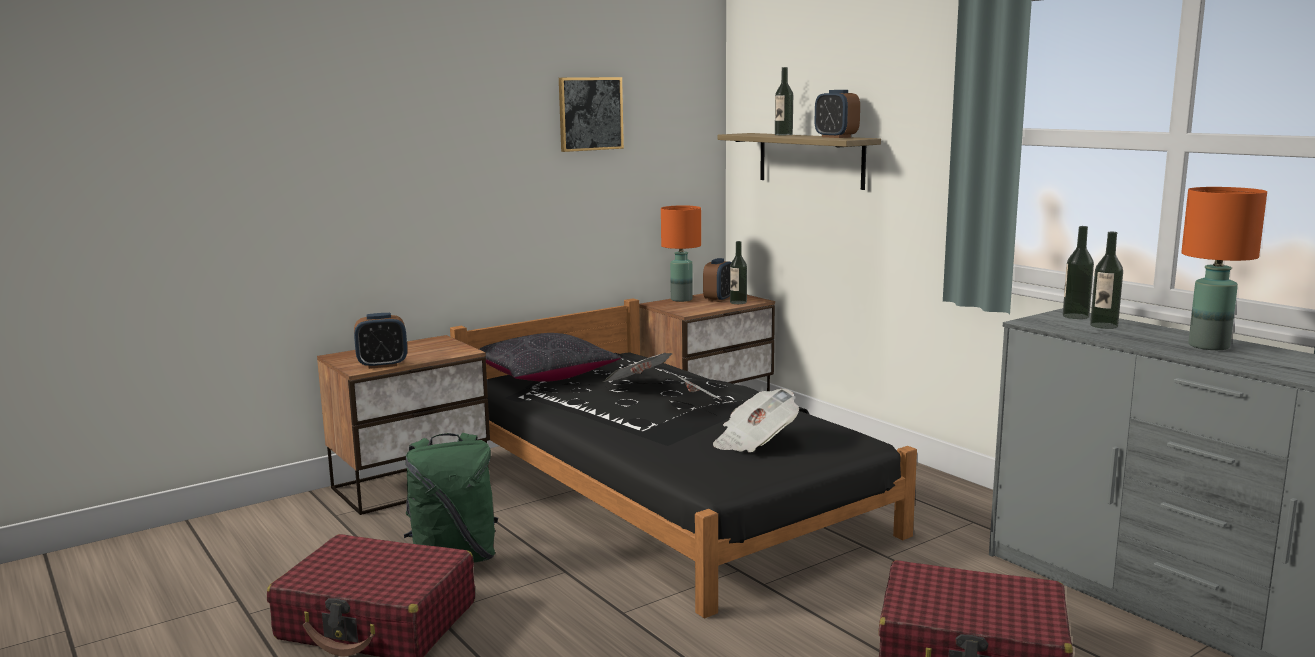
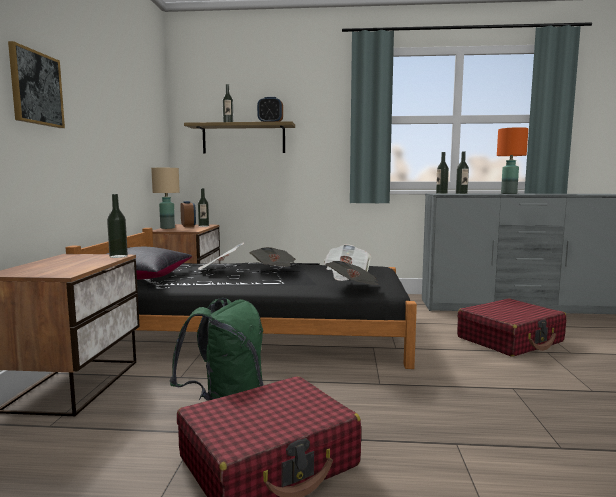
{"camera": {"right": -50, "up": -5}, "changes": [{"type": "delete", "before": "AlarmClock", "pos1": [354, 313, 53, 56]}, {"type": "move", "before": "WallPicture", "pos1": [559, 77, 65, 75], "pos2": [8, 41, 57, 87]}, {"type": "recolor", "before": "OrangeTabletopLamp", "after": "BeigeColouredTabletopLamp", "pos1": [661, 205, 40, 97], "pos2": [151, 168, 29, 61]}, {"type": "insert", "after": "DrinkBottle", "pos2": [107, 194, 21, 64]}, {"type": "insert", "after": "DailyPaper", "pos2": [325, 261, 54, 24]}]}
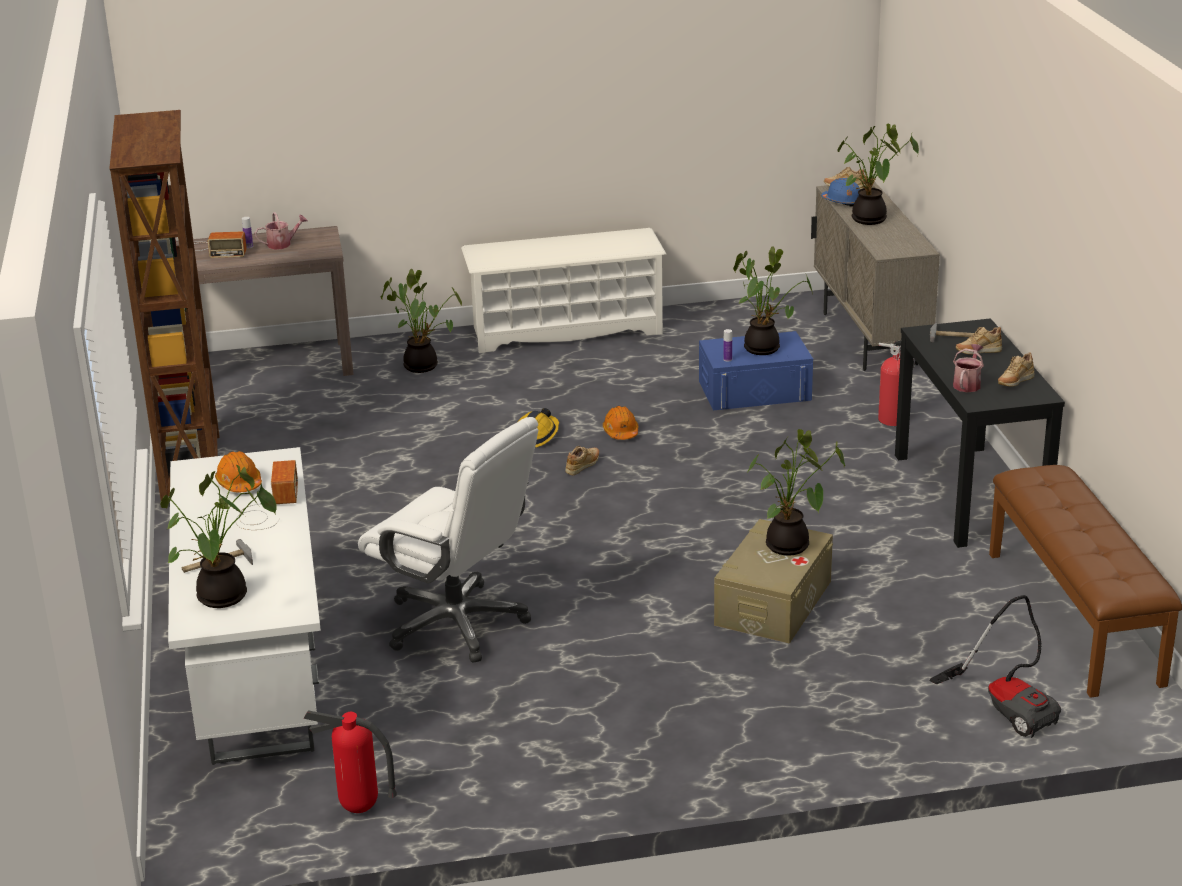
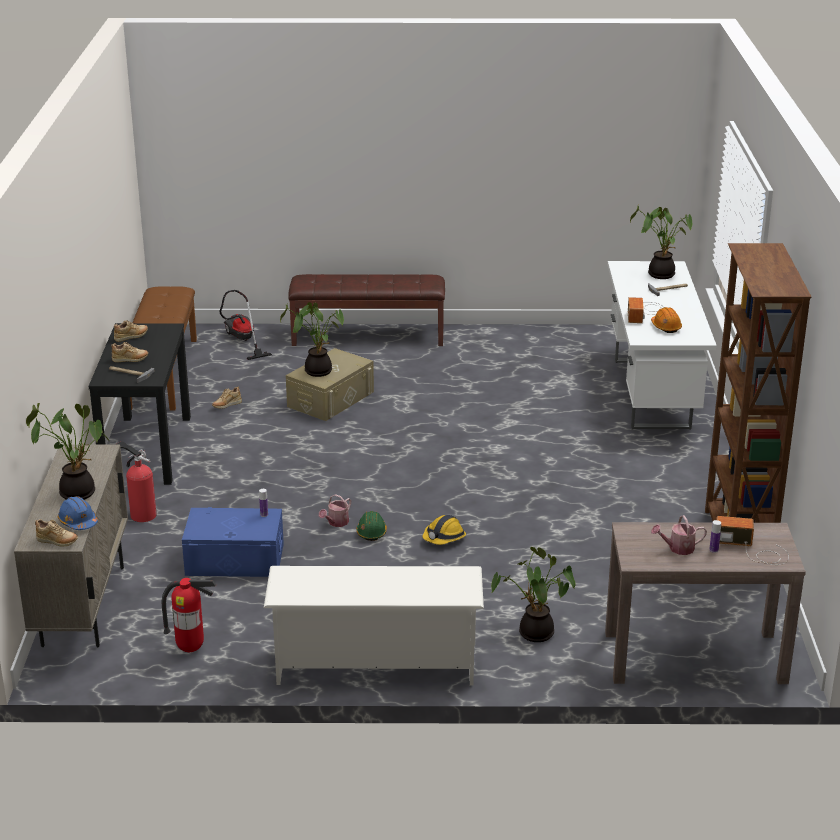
{"camera": {"right": -170, "up": 0}, "changes": [{"type": "move", "before": "Extinguisher", "pos1": [304, 710, 93, 103], "pos2": [162, 578, 54, 74]}, {"type": "delete", "before": "WhiteColouredOfficeChair", "pos1": [358, 417, 180, 246]}, {"type": "move", "before": "BeigeColouredShoe", "pos1": [566, 446, 33, 29], "pos2": [212, 386, 30, 23]}, {"type": "recolor", "before": "OrangeHardHat", "after": "GreenishHardHat", "pos1": [603, 406, 36, 34], "pos2": [356, 511, 31, 30]}, {"type": "delete", "before": "PlantInAPot", "pos1": [733, 246, 80, 109]}, {"type": "move", "before": "SprinklingCan", "pos1": [953, 344, 31, 49], "pos2": [319, 494, 32, 33]}, {"type": "insert", "after": "BrownLongSeat", "pos2": [288, 274, 157, 72]}]}
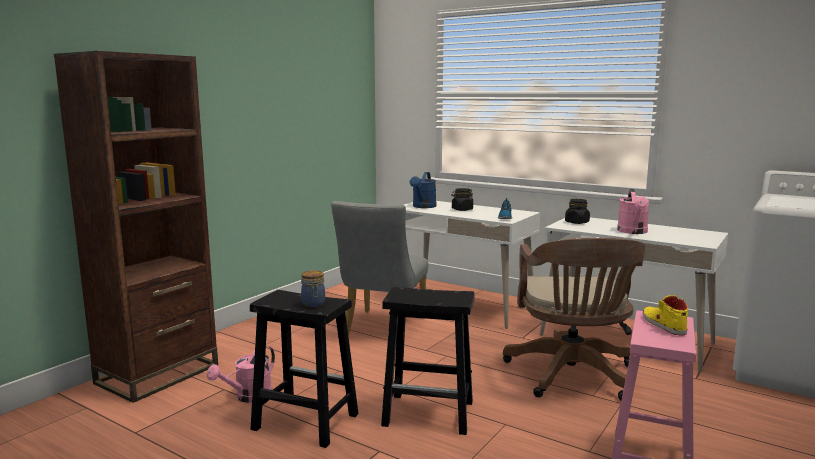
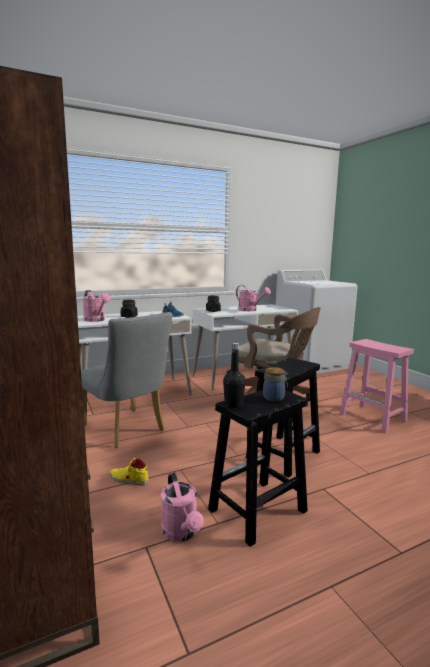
{"camera": {"right": -60, "up": 0}, "changes": [{"type": "recolor", "before": "BlueSprinklingCan", "after": "PinkSprinklingCan", "pos1": [410, 172, 26, 36], "pos2": [82, 290, 29, 32]}, {"type": "move", "before": "YellowShoe", "pos1": [643, 295, 45, 41], "pos2": [110, 457, 39, 29]}, {"type": "insert", "after": "BlackColouredDrinkBottle", "pos2": [223, 342, 23, 66]}]}
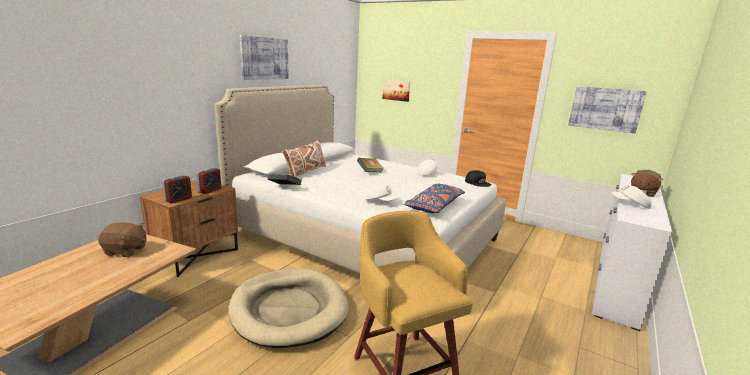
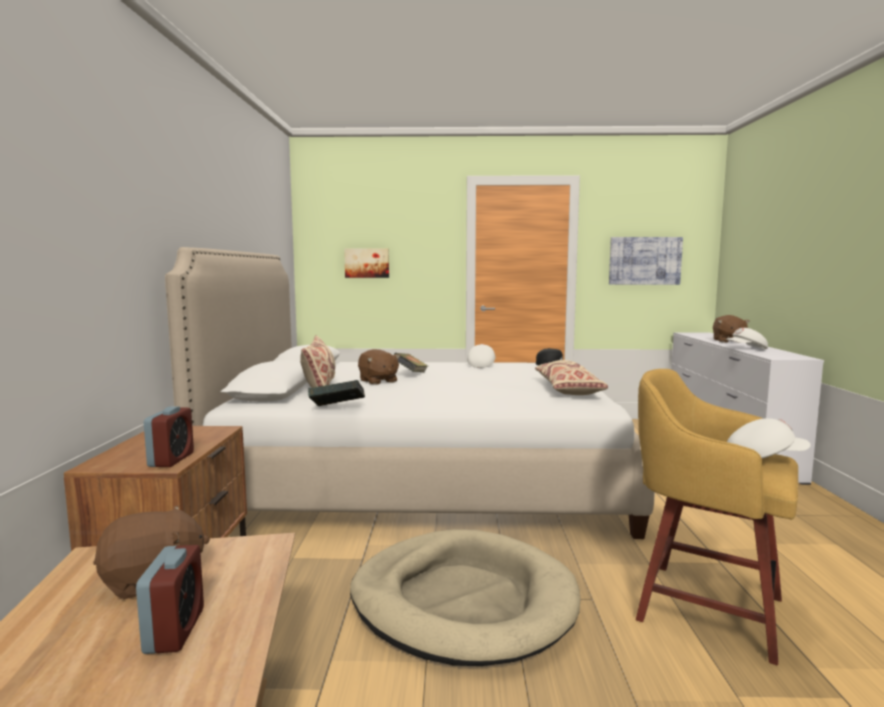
{"camera": {"right": -30, "up": -10}, "changes": [{"type": "move", "before": "AlarmClock", "pos1": [196, 168, 25, 26], "pos2": [136, 545, 68, 109]}, {"type": "delete", "before": "WallPicture", "pos1": [240, 35, 49, 45]}, {"type": "move", "before": "WhiteColouredCap", "pos1": [365, 185, 32, 16], "pos2": [727, 418, 84, 41]}, {"type": "recolor", "before": "BlueThrowPillow", "after": "BeigeColouredThrowPillow", "pos1": [404, 184, 61, 29], "pos2": [535, 360, 73, 35]}, {"type": "insert", "after": "BrownCuddlyToy", "pos2": [358, 349, 42, 36]}]}
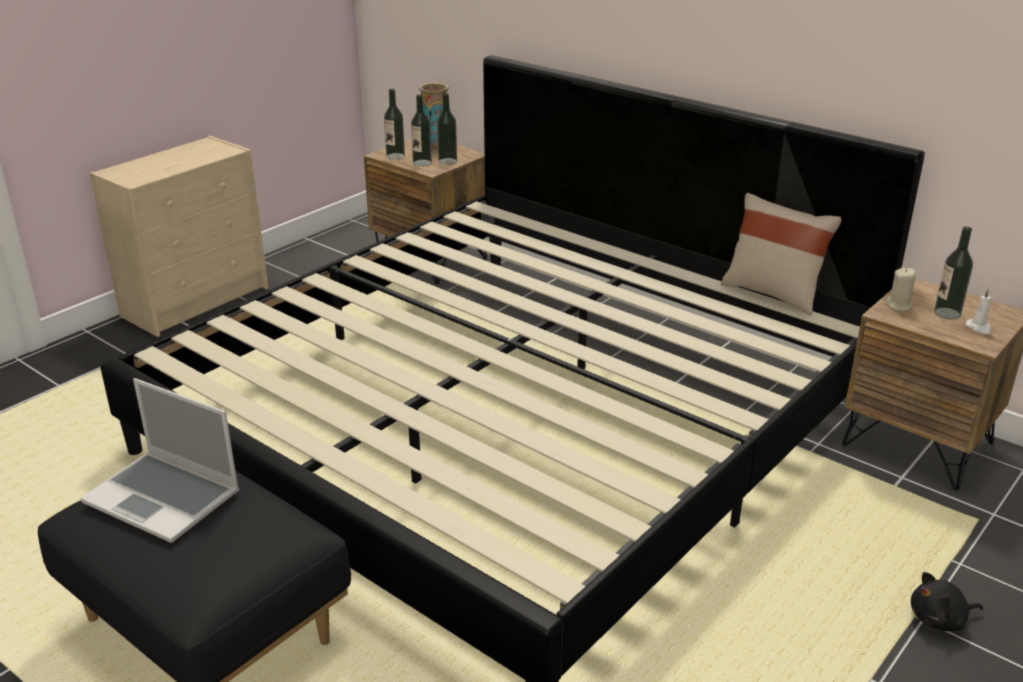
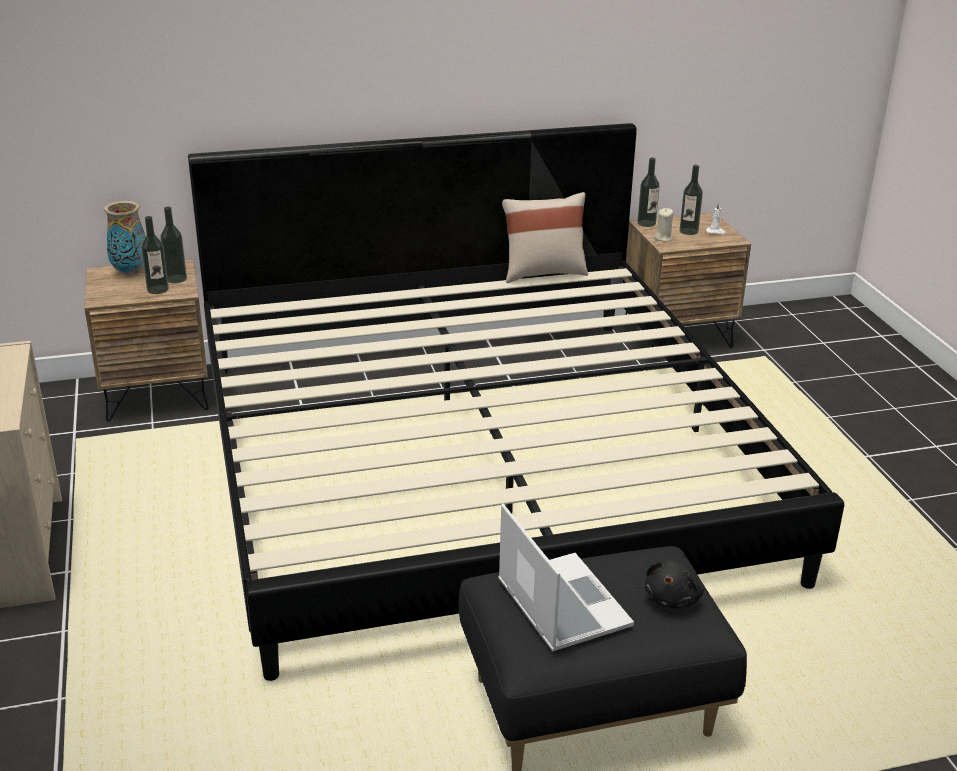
{"camera": {"right": -55, "up": 0}, "changes": [{"type": "rotate", "before": "NotebookComputer", "pos1": [80, 378, 159, 165], "pos2": [498, 504, 136, 148], "turn": -90}, {"type": "move", "before": "DrinkBottle", "pos1": [384, 89, 21, 71], "pos2": [637, 158, 23, 69]}, {"type": "move", "before": "BlackColouredCuddlyToy", "pos1": [911, 572, 72, 59], "pos2": [645, 559, 59, 49]}]}
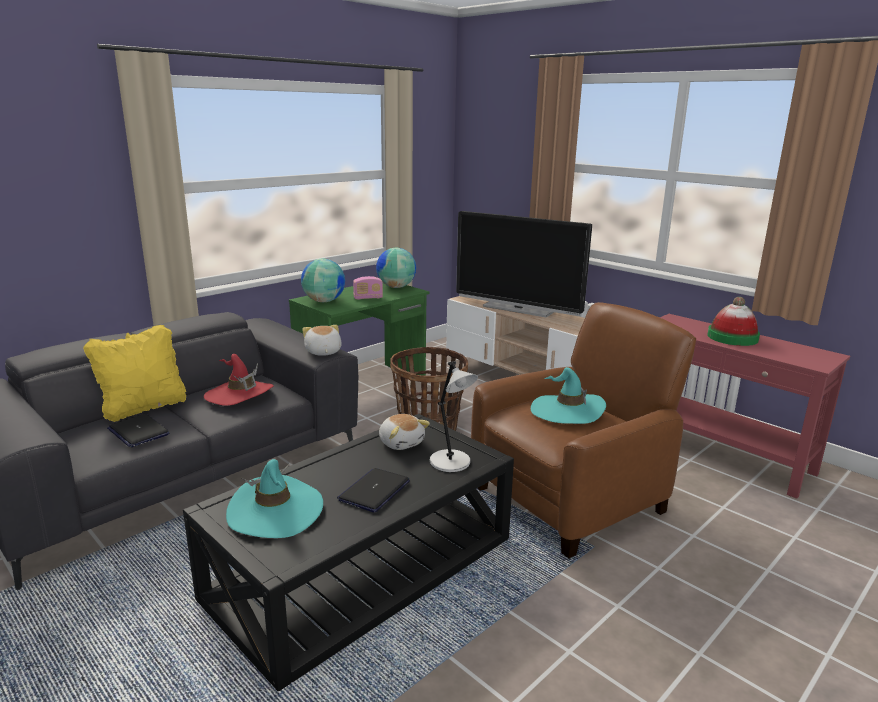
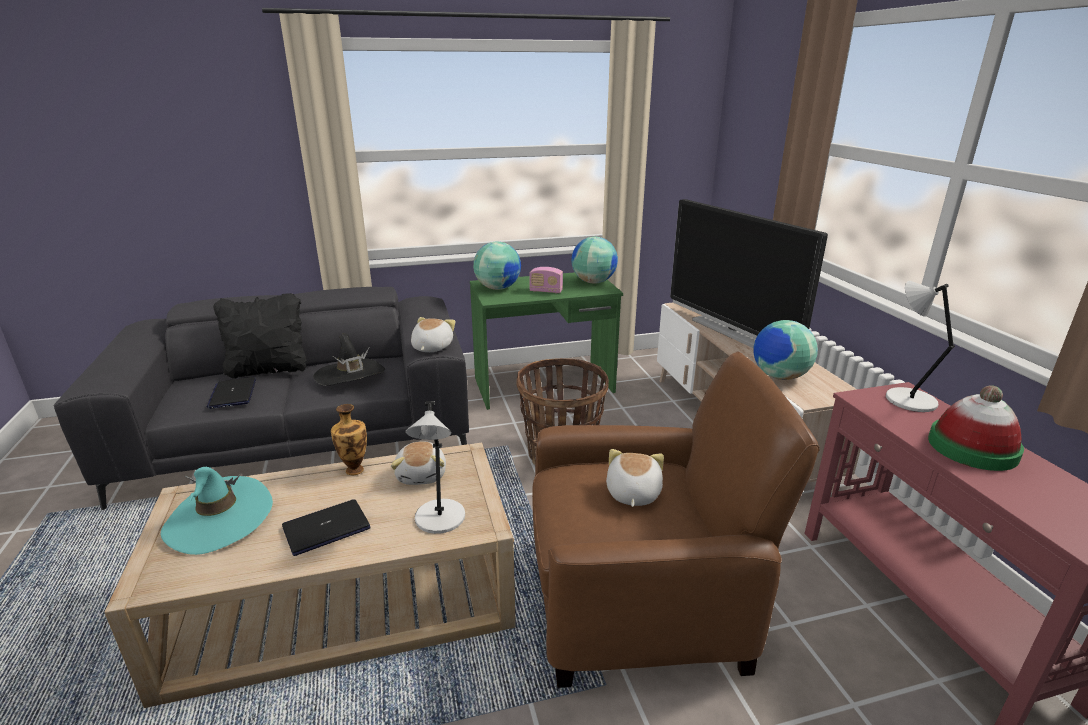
{"camera": {"right": 30, "up": 5}, "changes": [{"type": "recolor", "before": "YellowThrowPillow", "after": "BlackColouredThrowPillow", "pos1": [83, 325, 103, 97], "pos2": [213, 293, 94, 86]}, {"type": "recolor", "before": "BlackColouredCoffeeTable", "after": "BeigeColouredCoffeeTable", "pos1": [183, 414, 331, 277], "pos2": [104, 443, 412, 265]}, {"type": "recolor", "before": "RedColouredHat", "after": "BlackColouredHat", "pos1": [204, 354, 70, 52], "pos2": [313, 333, 72, 53]}, {"type": "replace", "before": "TurquoiseColouredHat", "after": "CuddlyToy", "pos1": [531, 367, 75, 57], "pos2": [606, 449, 58, 58]}, {"type": "insert", "after": "Vase", "pos2": [331, 404, 36, 71]}, {"type": "insert", "after": "DeskGlobe", "pos2": [753, 320, 65, 60]}, {"type": "insert", "after": "GreyTabletopLamp", "pos2": [886, 281, 69, 131]}]}
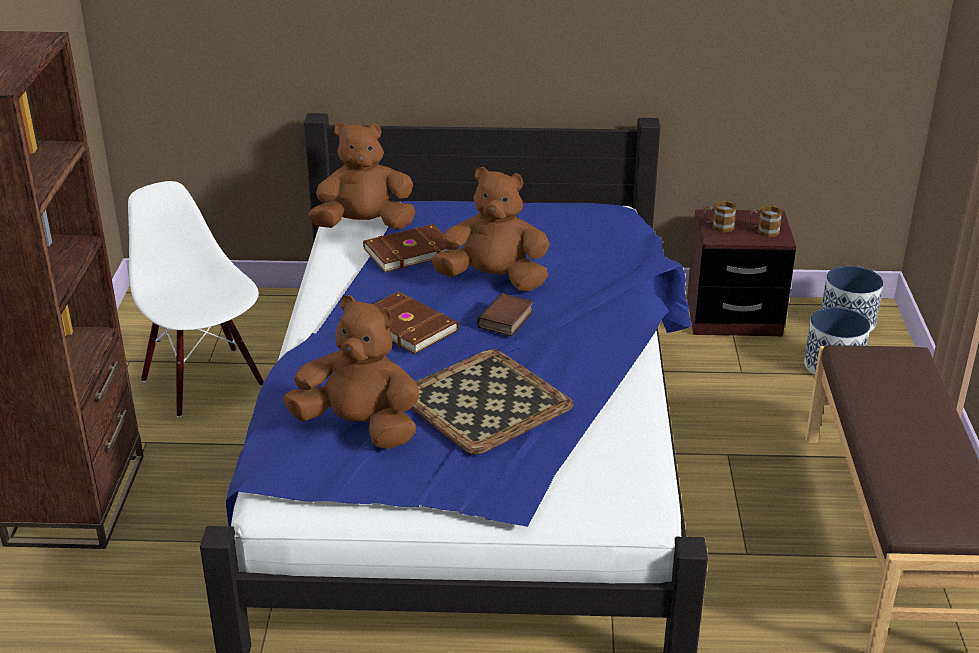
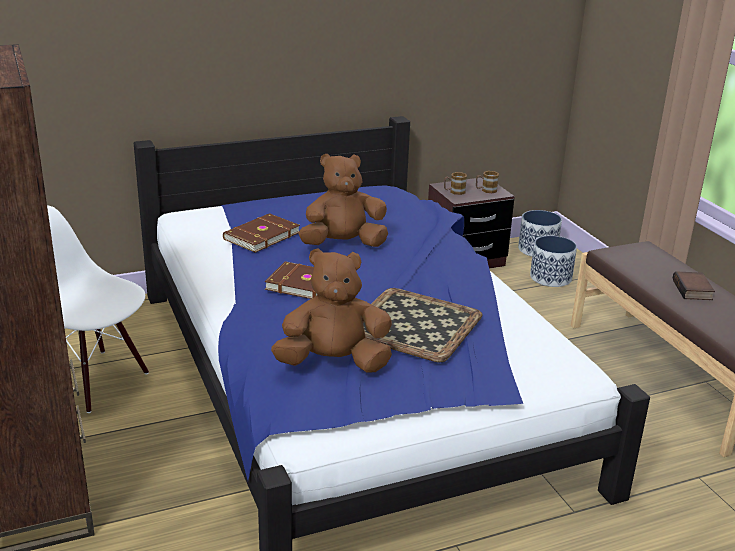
{"camera": {"right": -25, "up": -5}, "changes": [{"type": "delete", "before": "BrownCuddlyToy", "pos1": [309, 122, 107, 107]}, {"type": "move", "before": "BoundBook", "pos1": [477, 293, 56, 43], "pos2": [673, 271, 42, 29]}]}
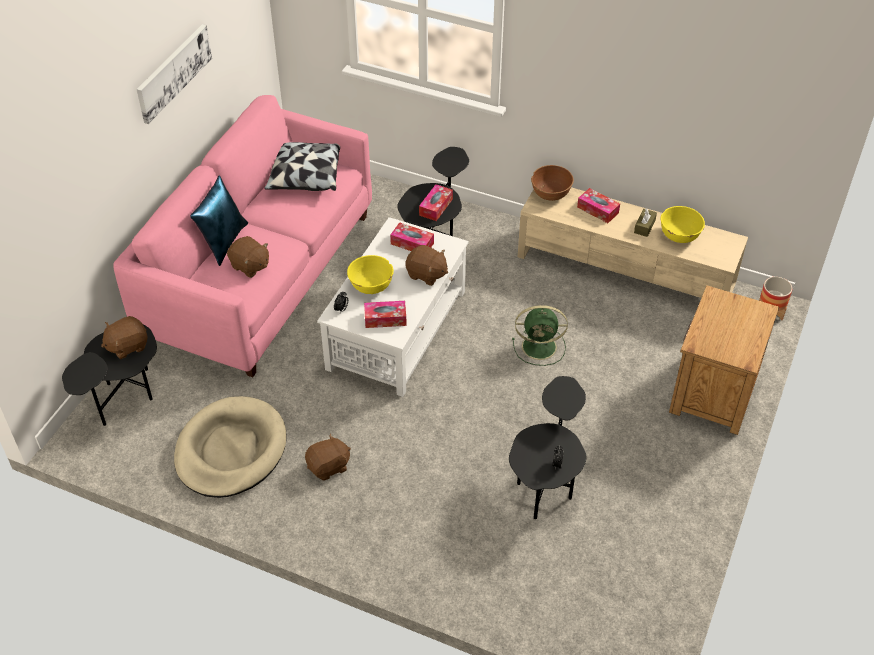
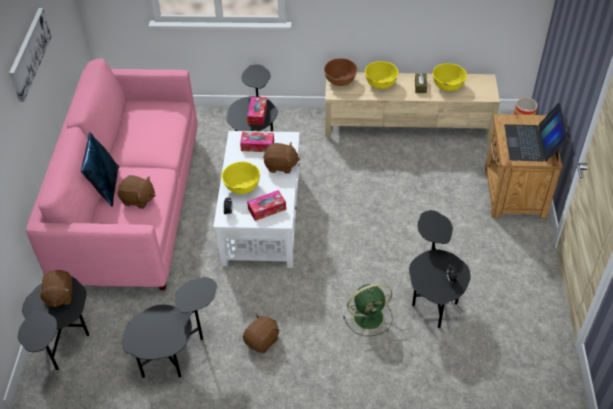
{"camera": {"right": -20, "up": 0}, "changes": [{"type": "rotate", "before": "BrownCuddlyToy", "pos1": [101, 316, 47, 43], "pos2": [37, 270, 36, 37], "turn": -45}, {"type": "replace", "before": "BeigeColouredDogBed", "after": "BlackColouredEndTable", "pos1": [174, 396, 112, 102], "pos2": [122, 277, 95, 101]}, {"type": "delete", "before": "ThrowPillow", "pos1": [264, 142, 76, 49]}, {"type": "move", "before": "GreenishCoolingFan", "pos1": [512, 305, 56, 61], "pos2": [343, 283, 50, 53]}, {"type": "replace", "before": "BoxOfTissues", "after": "YellowBowl", "pos1": [577, 188, 43, 35], "pos2": [365, 61, 34, 28]}, {"type": "insert", "after": "NotebookComputer", "pos2": [504, 103, 64, 59]}]}
